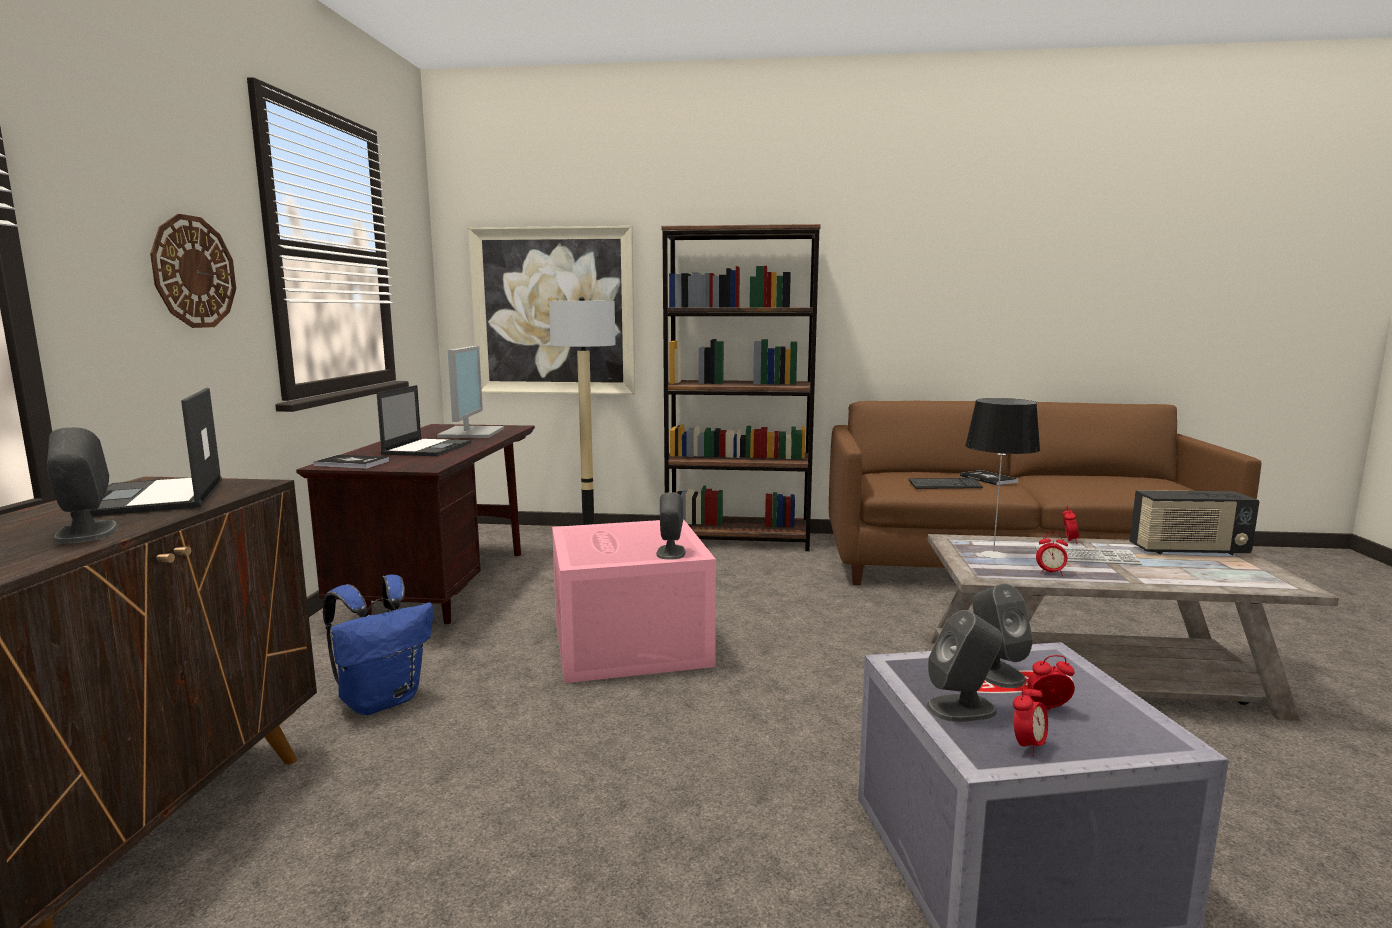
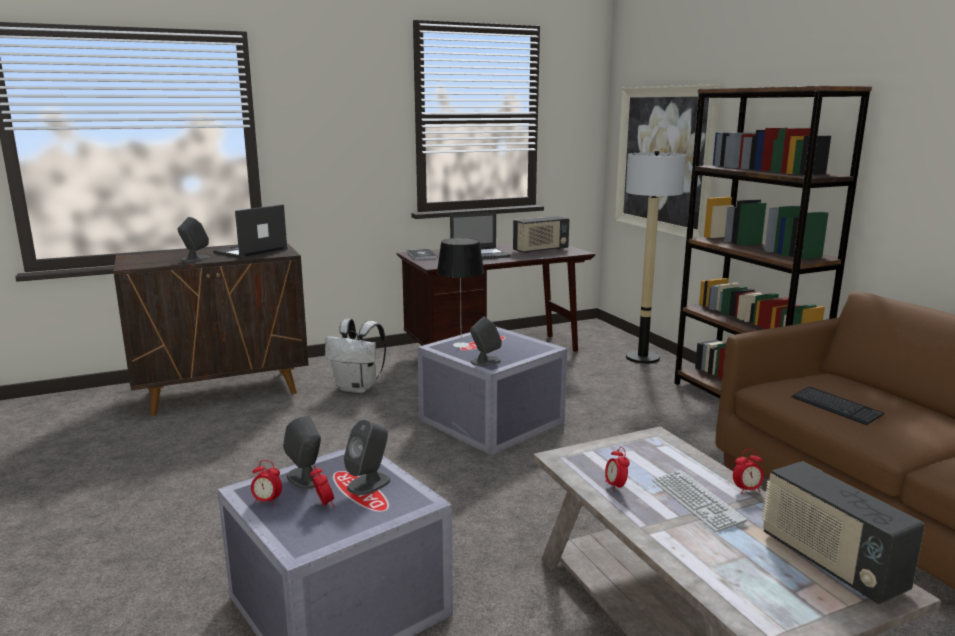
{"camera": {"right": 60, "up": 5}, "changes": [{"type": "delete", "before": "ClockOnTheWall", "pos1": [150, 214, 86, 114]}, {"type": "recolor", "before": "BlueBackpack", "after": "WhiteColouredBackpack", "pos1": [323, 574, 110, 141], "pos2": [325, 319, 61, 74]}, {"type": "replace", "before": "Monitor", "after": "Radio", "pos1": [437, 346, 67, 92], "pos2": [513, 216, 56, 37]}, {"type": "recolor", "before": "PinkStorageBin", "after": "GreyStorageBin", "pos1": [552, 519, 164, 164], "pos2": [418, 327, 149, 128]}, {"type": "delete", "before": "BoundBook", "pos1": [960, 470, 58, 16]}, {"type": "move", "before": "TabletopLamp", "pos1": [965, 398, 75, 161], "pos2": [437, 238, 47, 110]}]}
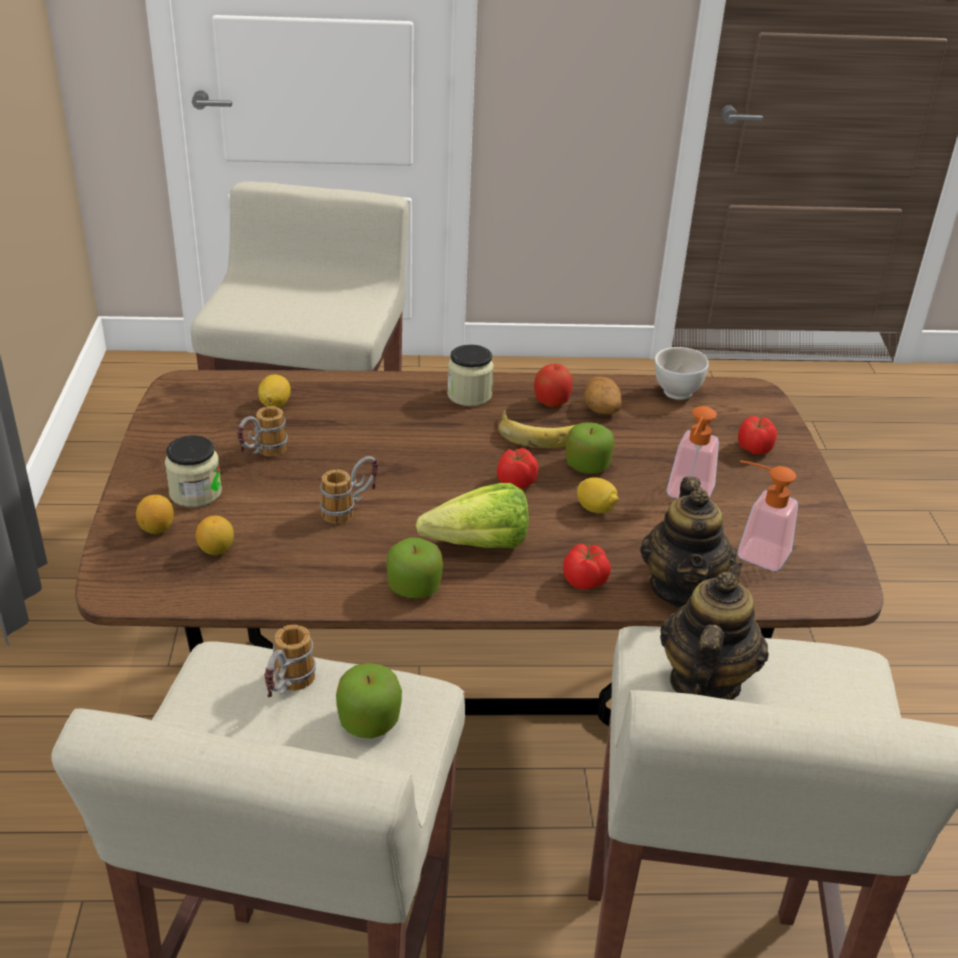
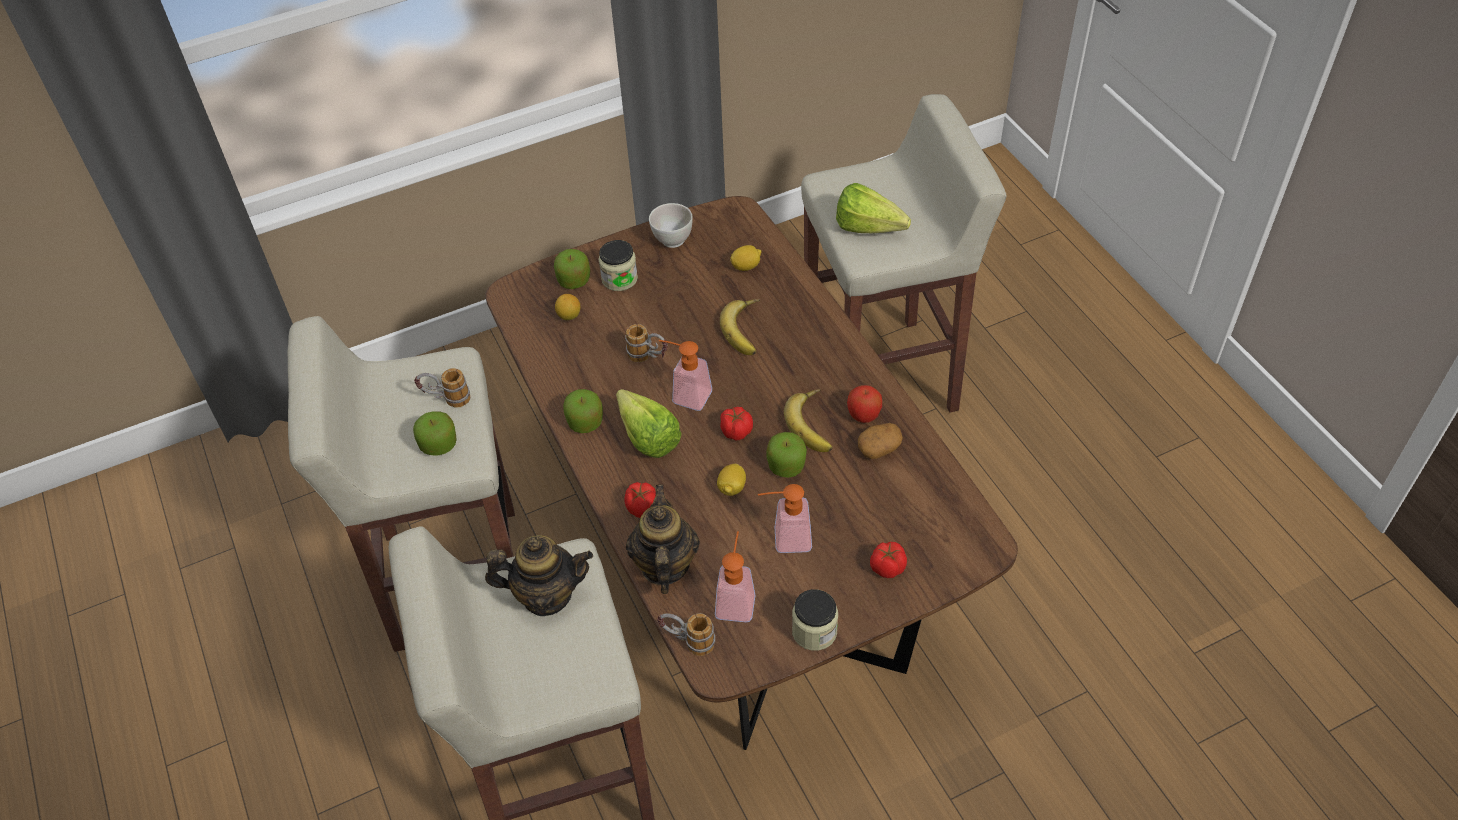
{"camera": {"right": 70, "up": 15}, "changes": [{"type": "replace", "before": "CitrusFruit", "after": "Apple", "pos1": [136, 495, 38, 39], "pos2": [554, 249, 36, 40]}, {"type": "move", "before": "CoffeeMug", "pos1": [237, 406, 51, 50], "pos2": [657, 613, 58, 43]}, {"type": "move", "before": "PreserveJar", "pos1": [447, 344, 47, 62], "pos2": [792, 589, 46, 62]}, {"type": "rotate", "before": "TeaPot", "pos1": [640, 476, 96, 132], "pos2": [626, 485, 74, 109], "turn": 105}, {"type": "move", "before": "WhiteColouredBowl", "pos1": [655, 347, 54, 53], "pos2": [649, 203, 44, 45]}, {"type": "insert", "after": "SoapBottle", "pos2": [659, 340, 53, 71]}, {"type": "insert", "after": "WholeBanana", "pos2": [720, 299, 40, 56]}, {"type": "insert", "after": "Lettuce", "pos2": [836, 183, 75, 50]}]}
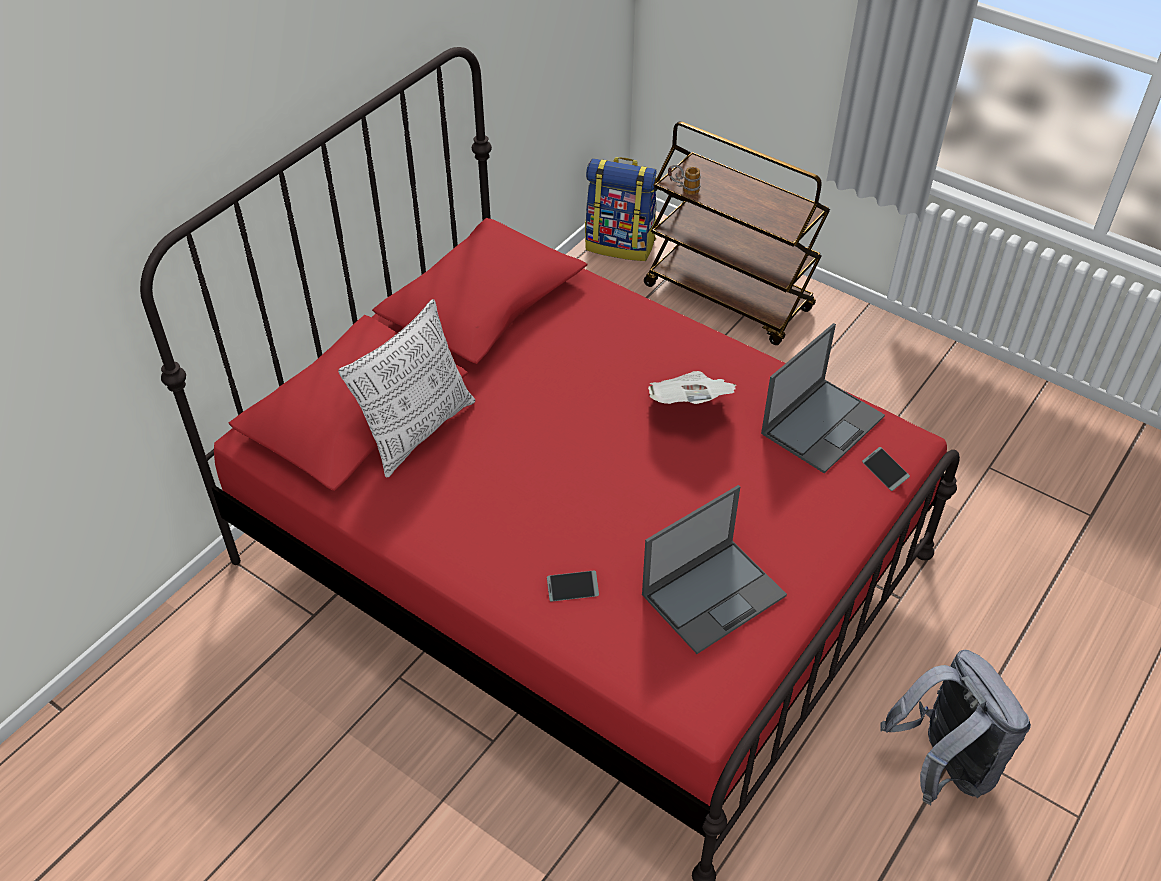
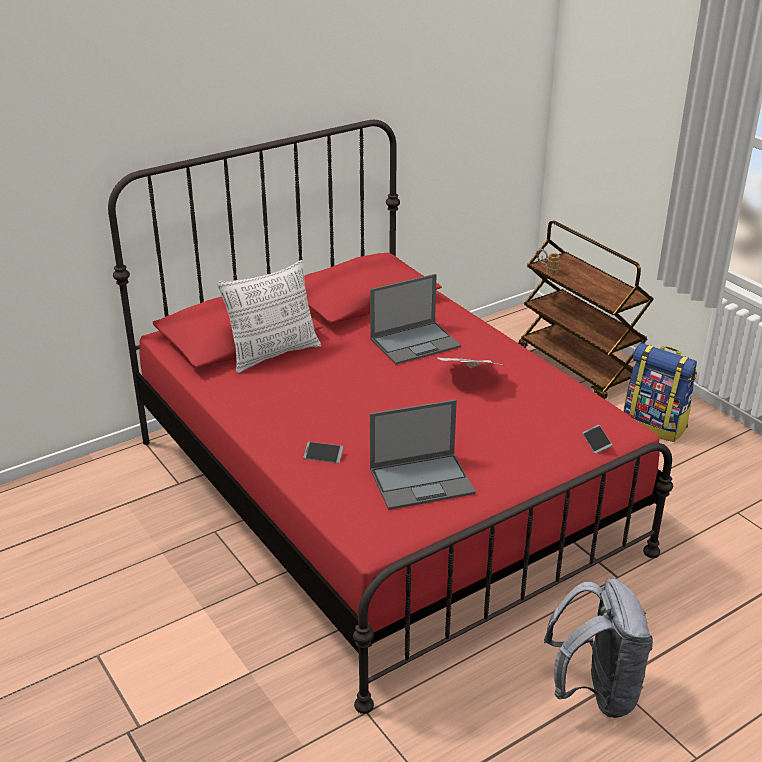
{"camera": {"right": 20, "up": -15}, "changes": [{"type": "move", "before": "Backpack", "pos1": [585, 157, 72, 104], "pos2": [623, 343, 74, 99]}, {"type": "move", "before": "NotebookComputer", "pos1": [761, 323, 124, 150], "pos2": [370, 274, 91, 91]}]}
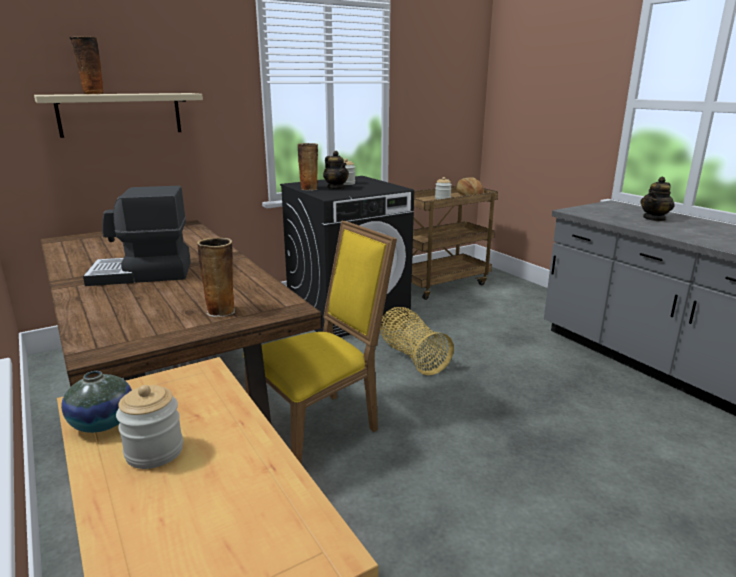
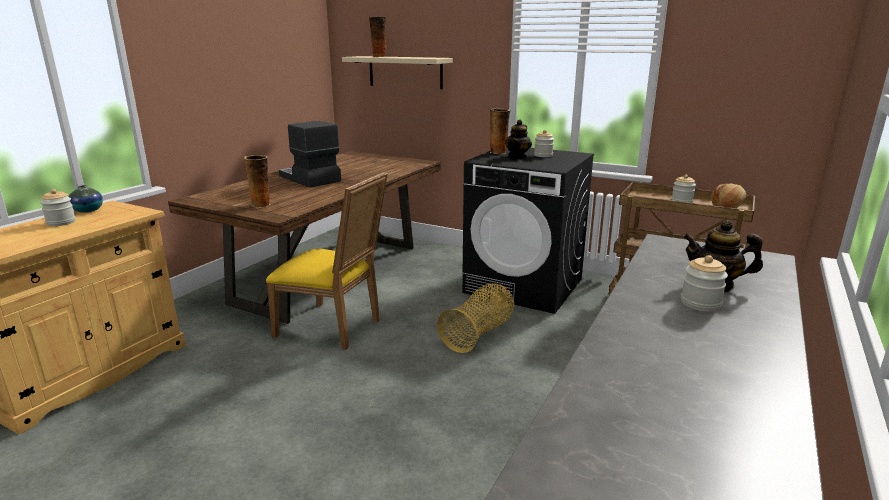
{"camera": {"right": 60, "up": 0}, "changes": [{"type": "insert", "after": "PreserveJar", "pos2": [681, 255, 47, 57]}]}
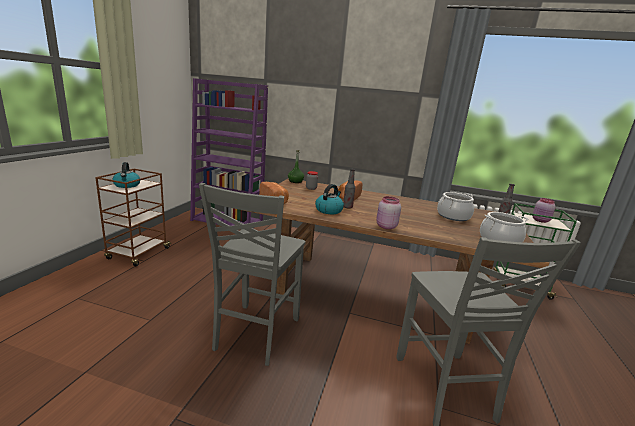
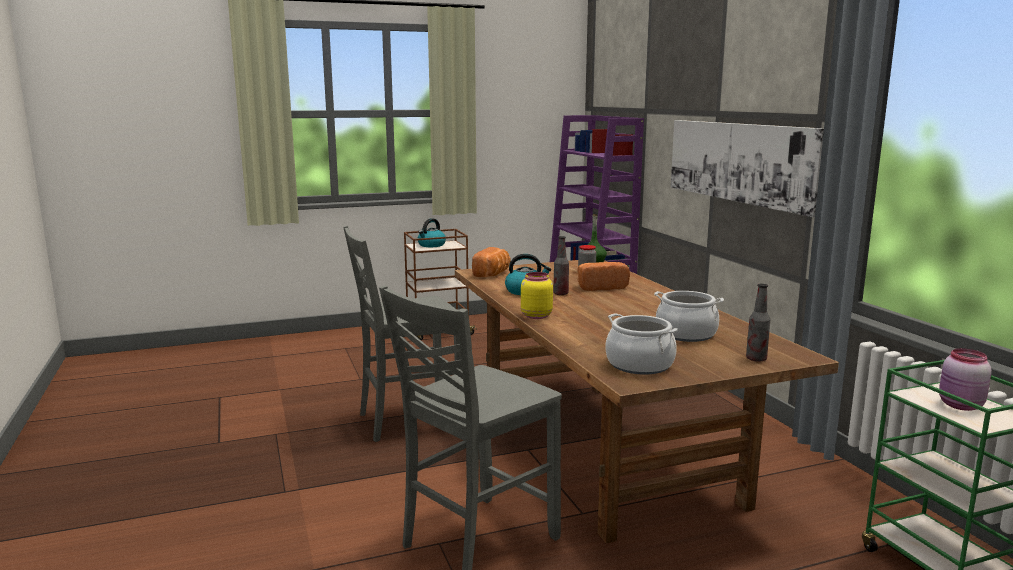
{"camera": {"right": 55, "up": -5}, "changes": [{"type": "recolor", "before": "PinkPreserveJar", "after": "YellowPreserveJar", "pos1": [376, 196, 25, 33], "pos2": [521, 272, 32, 47]}, {"type": "insert", "after": "WallPicture", "pos2": [671, 120, 153, 98]}]}
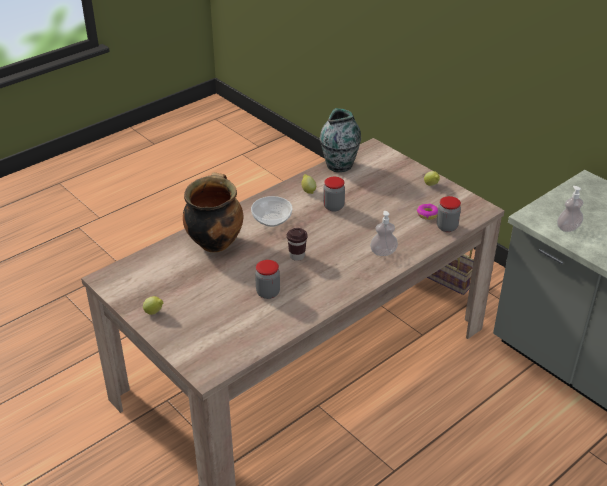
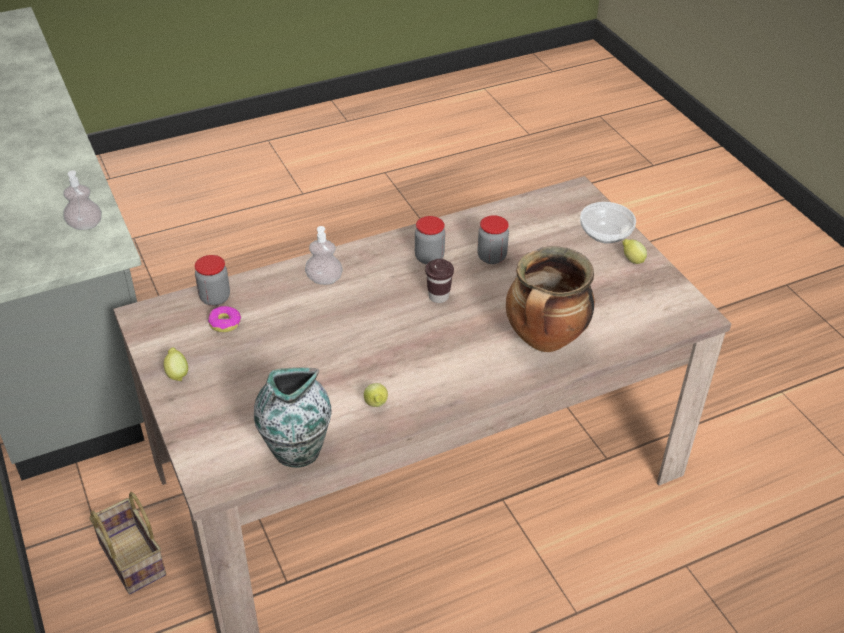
{"camera": {"right": -165, "up": 5}, "changes": [{"type": "move", "before": "Bowl", "pos1": [251, 196, 41, 31], "pos2": [580, 202, 56, 42]}, {"type": "move", "before": "PreserveJar", "pos1": [323, 177, 22, 35], "pos2": [415, 216, 30, 49]}]}
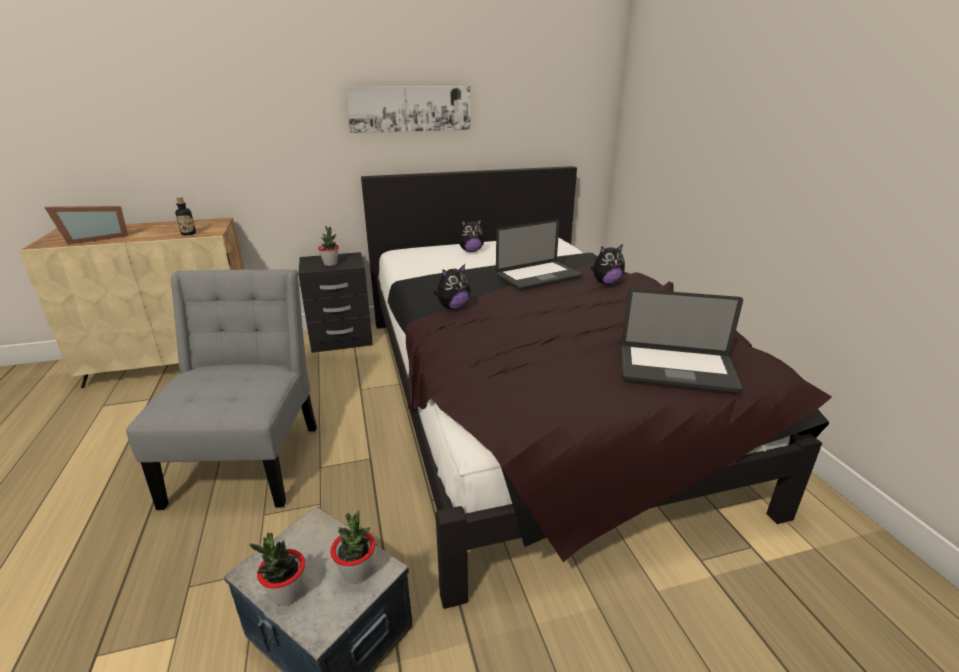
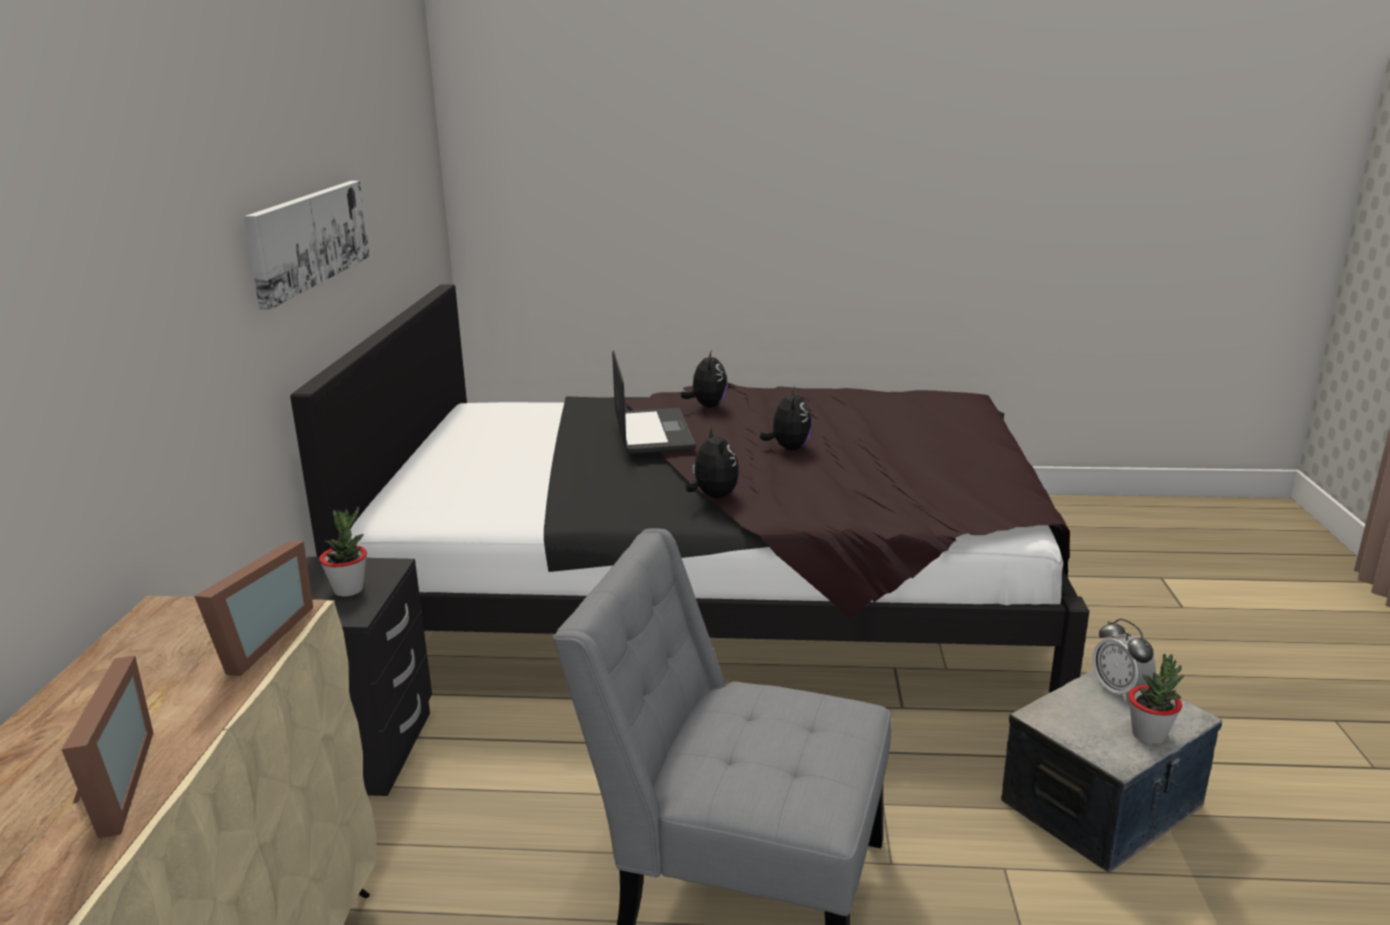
{"camera": {"right": -70, "up": -5}, "changes": [{"type": "replace", "before": "DrinkBottle", "after": "PhotoFrame", "pos1": [175, 197, 21, 38], "pos2": [194, 540, 119, 136]}, {"type": "replace", "before": "PlantInAPot", "after": "AlarmClock", "pos1": [330, 510, 45, 74], "pos2": [1092, 618, 64, 84]}, {"type": "move", "before": "CuddlyToy", "pos1": [459, 219, 25, 33], "pos2": [760, 386, 53, 64]}, {"type": "delete", "before": "NotebookComputer", "pos1": [621, 289, 122, 104]}]}
